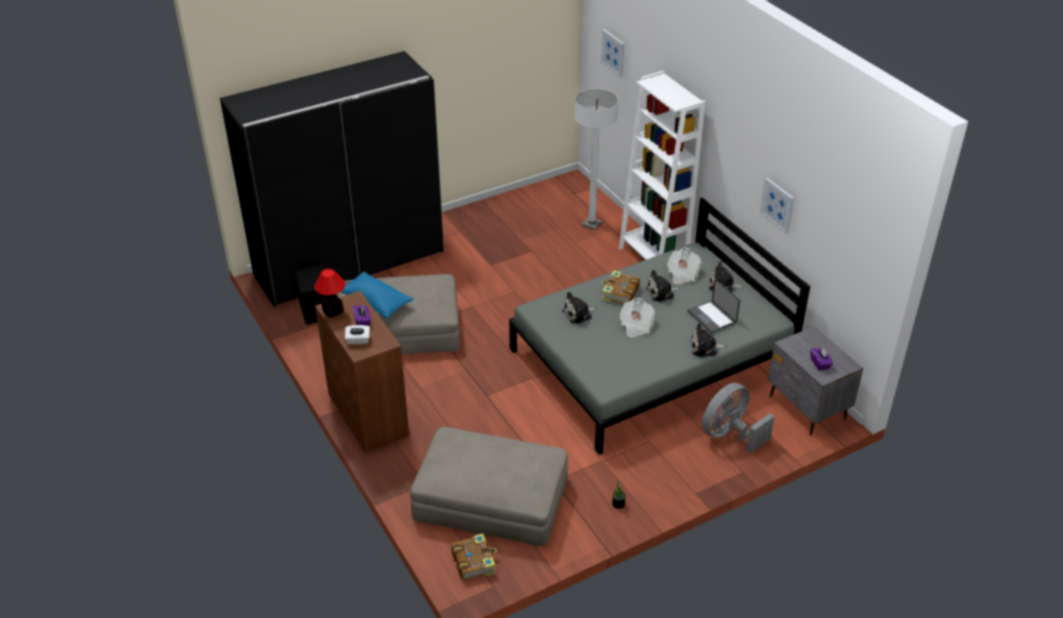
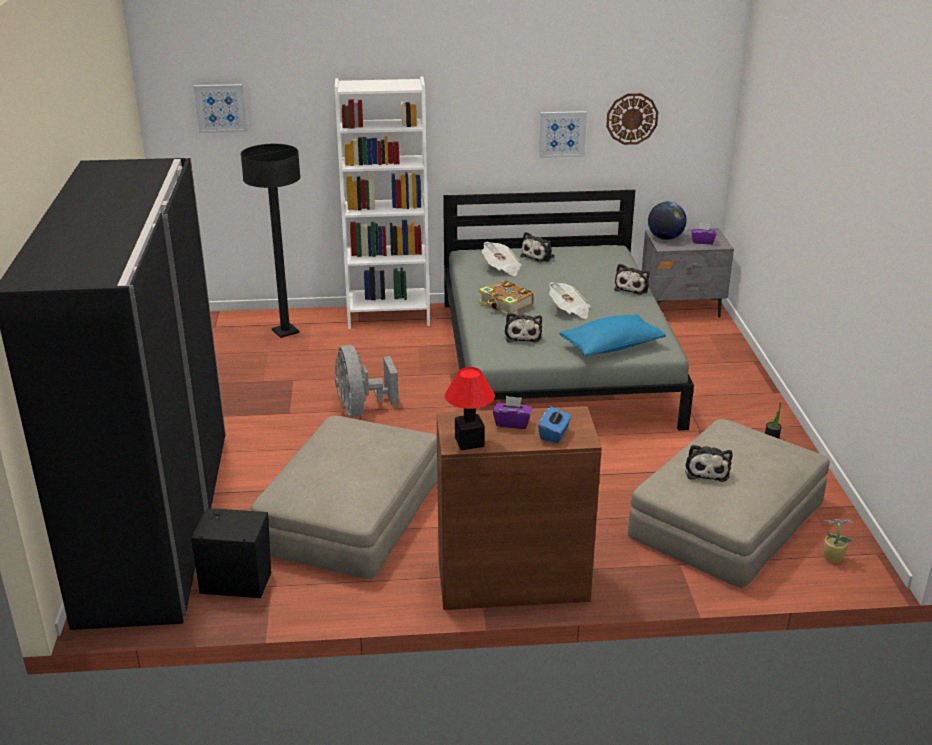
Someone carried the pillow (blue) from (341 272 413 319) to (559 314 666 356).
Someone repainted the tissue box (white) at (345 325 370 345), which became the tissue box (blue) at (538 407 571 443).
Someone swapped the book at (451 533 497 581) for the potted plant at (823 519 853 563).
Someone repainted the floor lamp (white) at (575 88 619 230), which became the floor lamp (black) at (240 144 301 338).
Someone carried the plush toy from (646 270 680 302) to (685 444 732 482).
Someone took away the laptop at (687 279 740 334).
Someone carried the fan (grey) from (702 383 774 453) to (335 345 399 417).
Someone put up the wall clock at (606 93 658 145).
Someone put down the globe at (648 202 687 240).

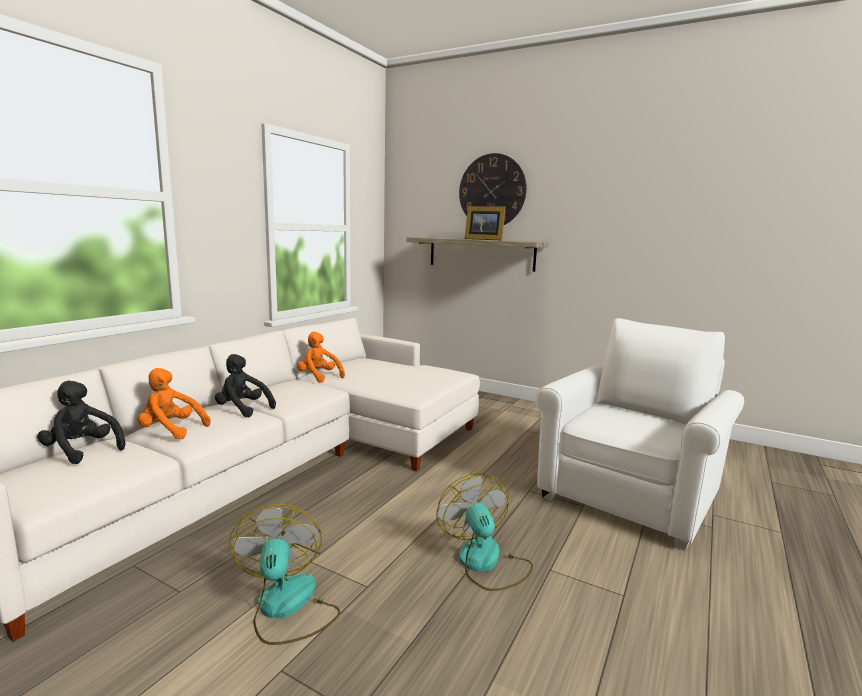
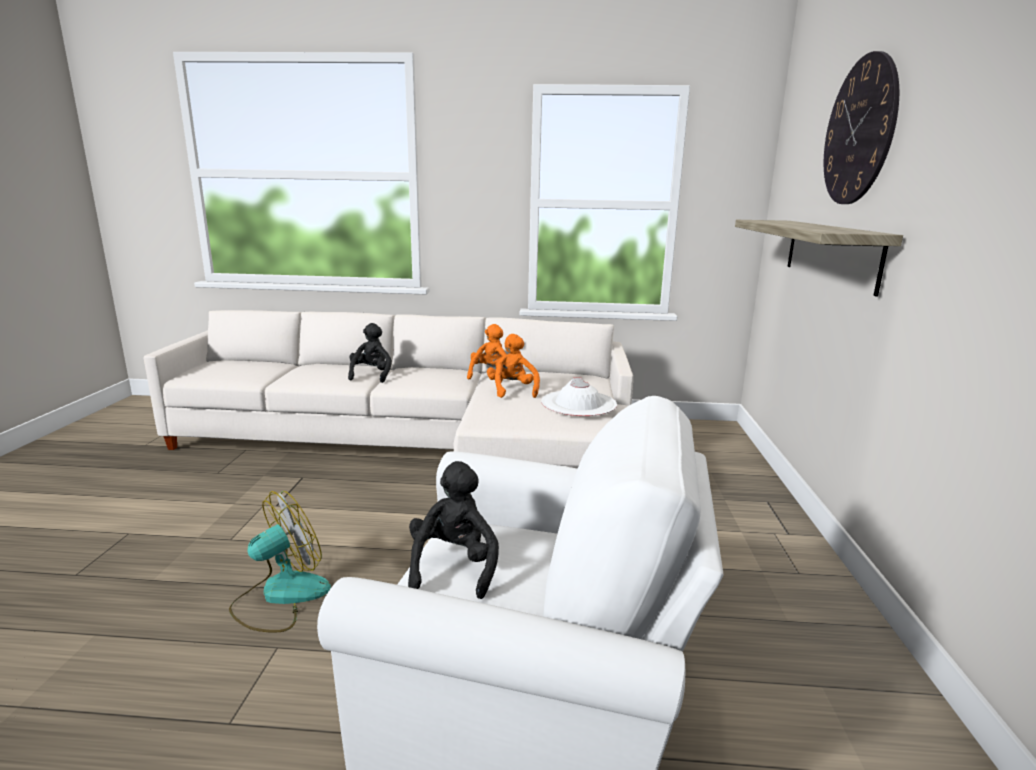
Someone carried the plush toy (black) from (37 381 125 464) to (408 461 499 599).
Someone carried the plush toy (orange) from (138 368 210 439) to (487 334 540 398).
Someone took away the fan at (229 504 340 645).
Someone took away the picture frame at (465 206 506 240).
Someone put down the hat (white) at (541 378 617 416).

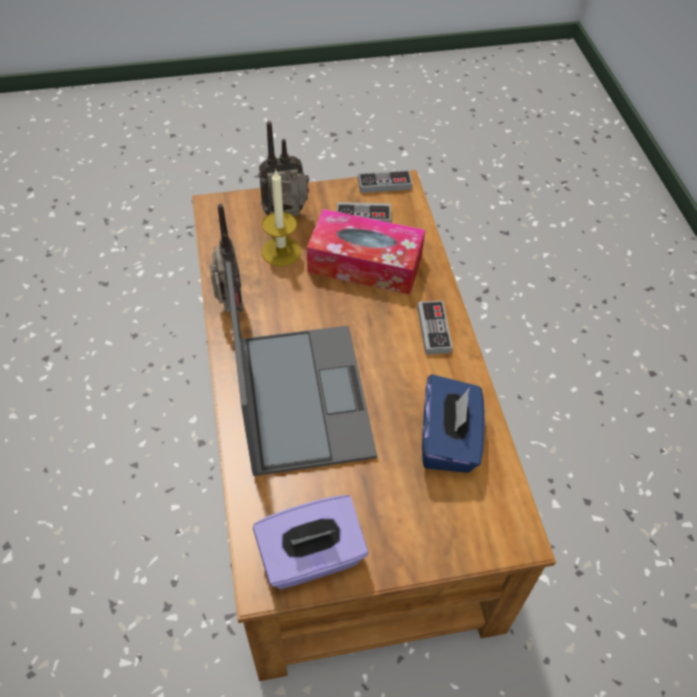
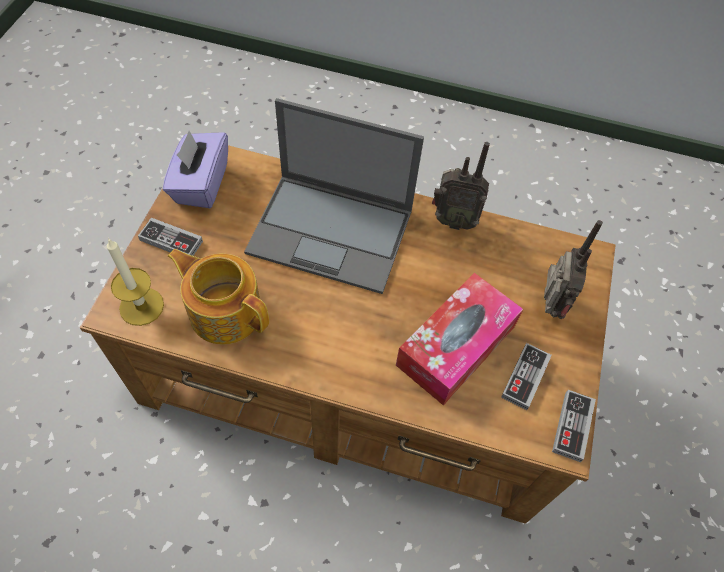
Someone carried the candle from (262 169 301 266) to (107 238 164 326).
Someone carried the game controller from (417 301 453 355) to (138 218 203 256).
Someone swapped the tissue box (blue) at (422 374 485 473) for the teapot at (167 249 269 345).

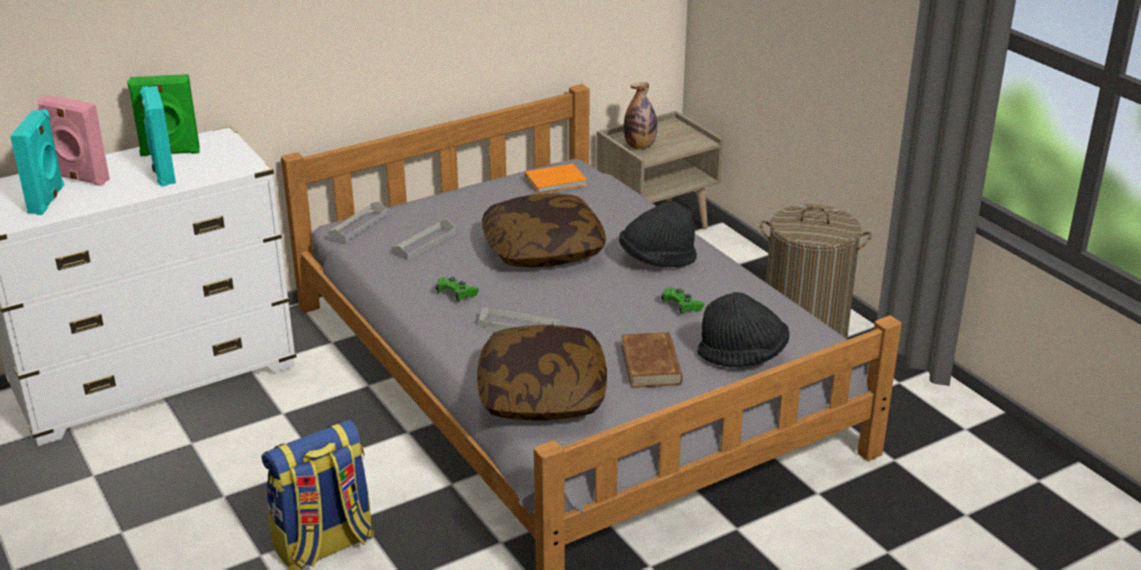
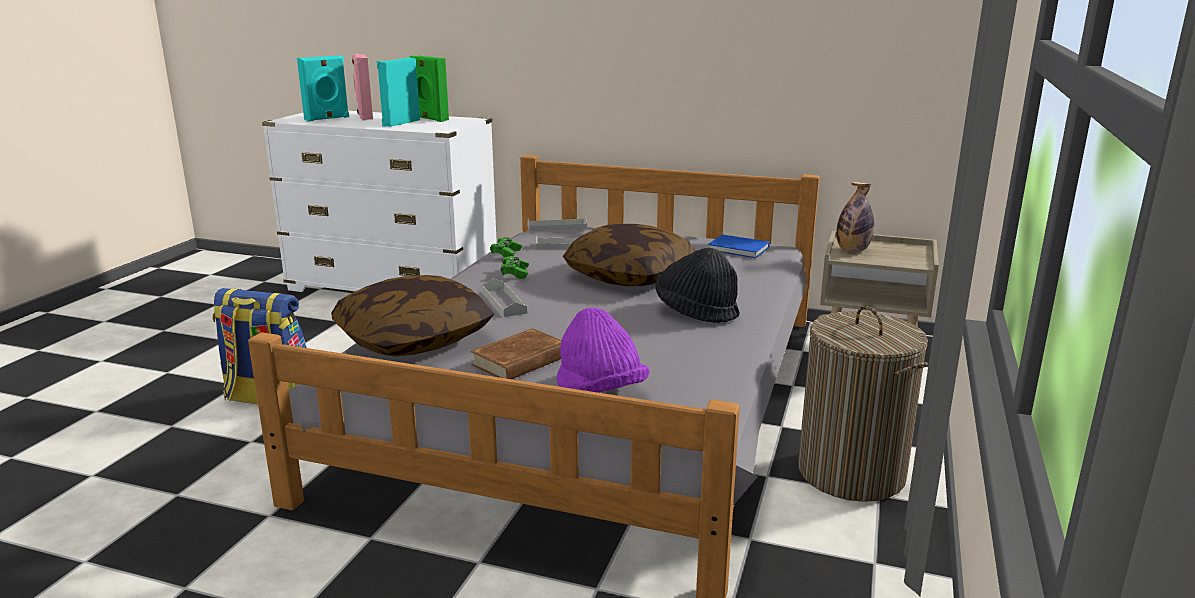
Someone repainted the book (orange) at (525 164 587 194), which became the book (blue) at (708 234 770 258).
Someone carried the game controller (green) from (661 288 704 314) to (490 237 522 257).
Someone repainted the hat (black) at (698 292 789 367), which became the hat (purple) at (557 307 650 393).

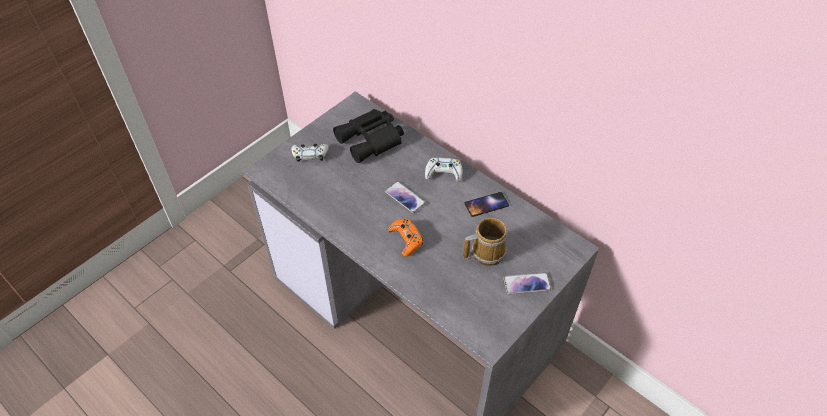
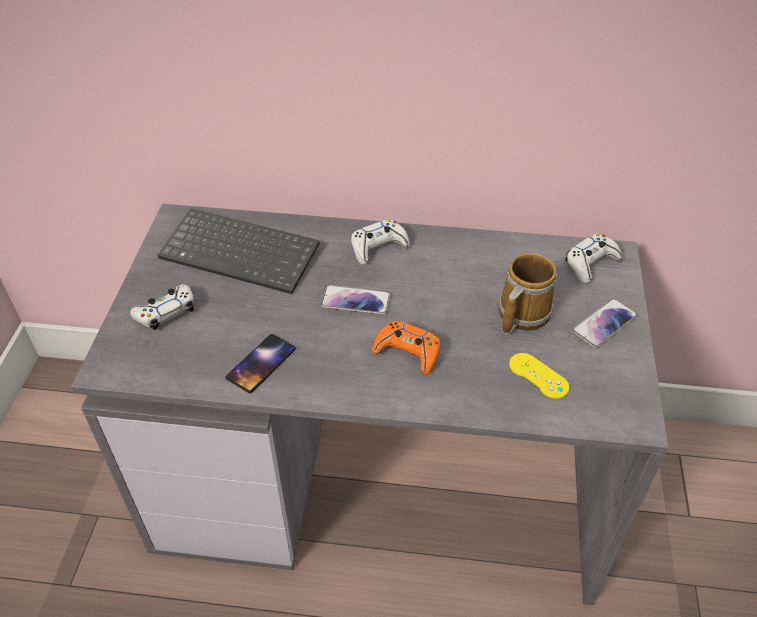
Someone swapped the binoculars (black) at (333 109 404 163) for the keyboard at (157 208 320 294).
Someone carried the phone from (464 192 509 217) to (226 334 296 393).
Someone put down the game controller (yellow) at (509 353 569 399).
Someone put down the game controller (white) at (565 234 622 283).

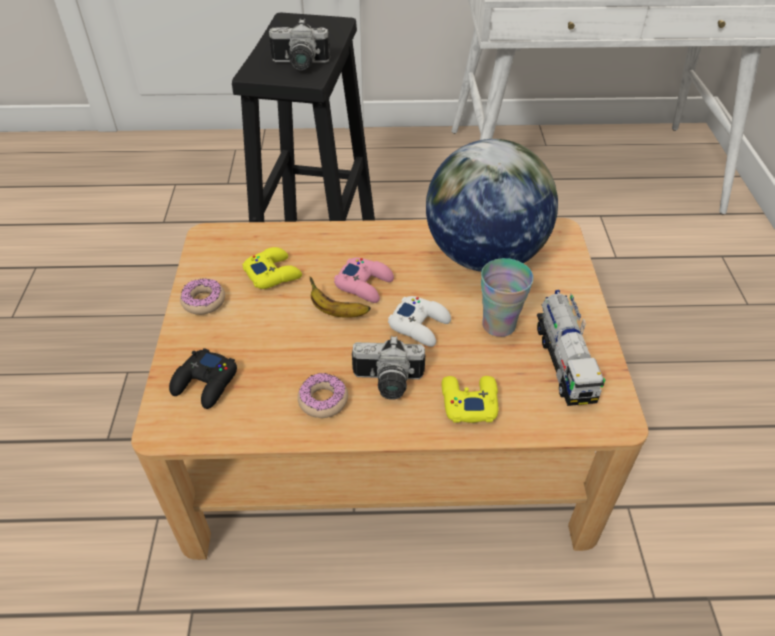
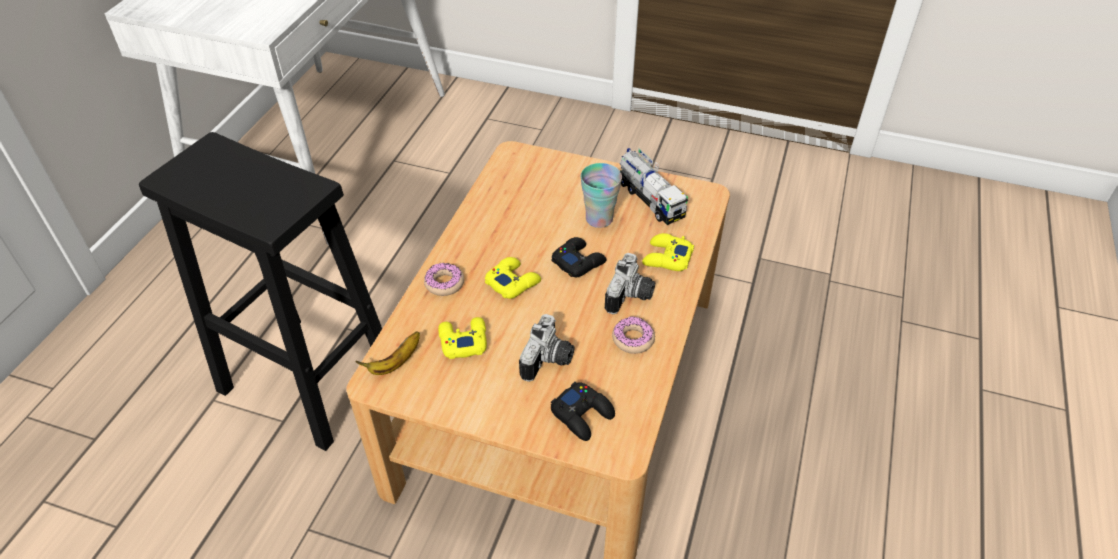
Someone carried the donut from (180 278 225 315) to (424 263 464 296).
Someone carried the photo camera from (269 19 330 70) to (519 314 574 382).
Someone carried the banana from (310 277 371 318) to (355 331 420 375).
Someone repainted the game controller (pink) at (334 258 394 303), which became the game controller (yellow) at (485 257 541 299).
Someone repainted the game controller (white) at (388 296 451 347), which became the game controller (black) at (552 237 606 277).
Someone took away the globe at (426 139 558 272).
Someone rotated the toy truck at (537 290 605 406) by 45 degrees clockwise.

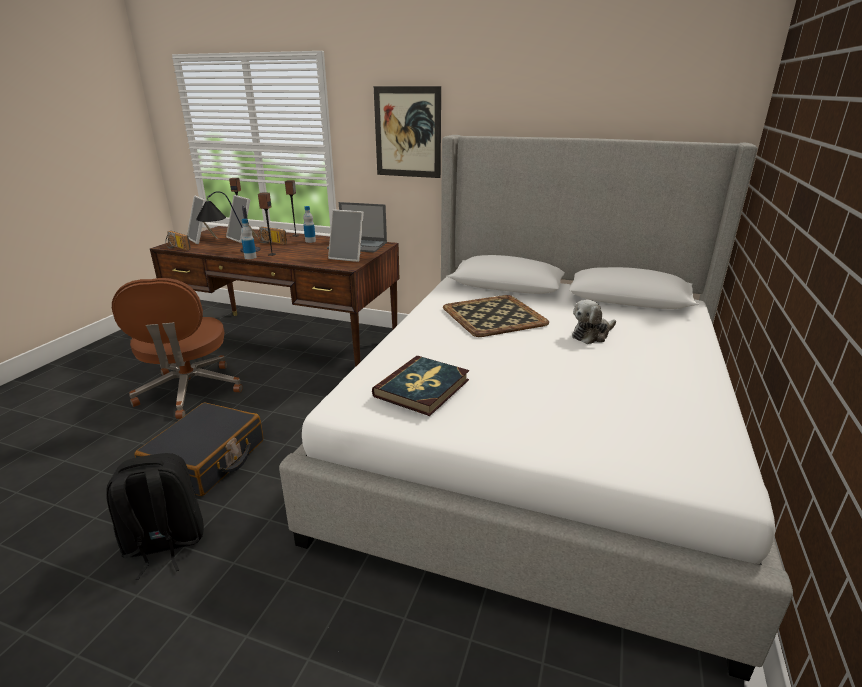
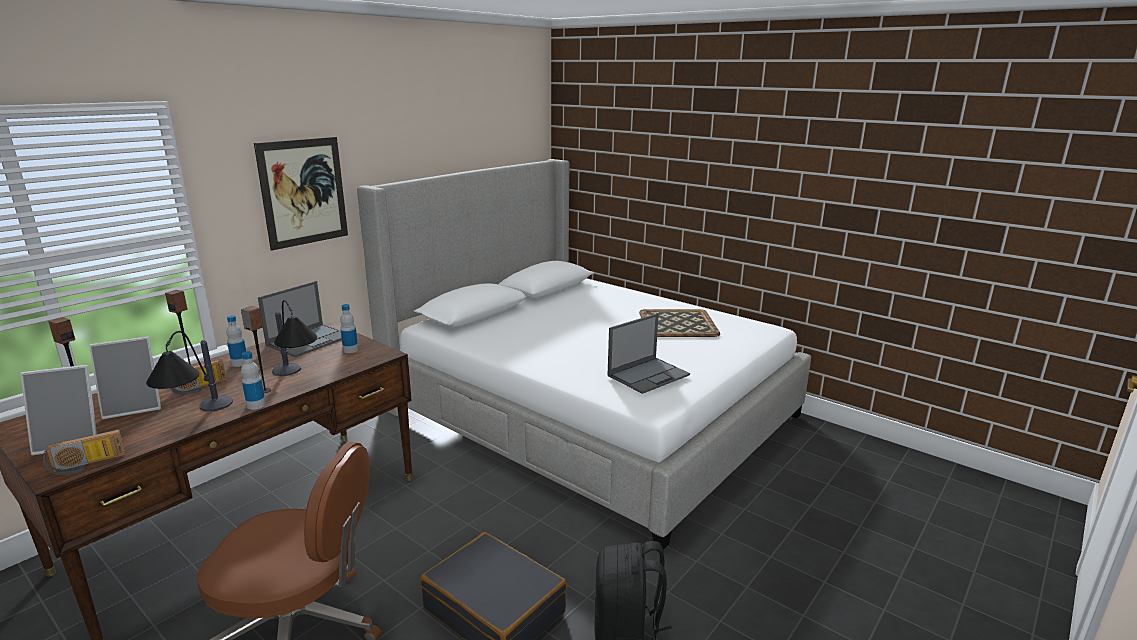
Someone swapped the picture frame at (328 209 364 262) for the bottle at (340 304 358 353).
Someone swapped the book at (372 356 469 416) for the laptop at (607 313 690 394).
Someone carried the tray from (443 295 549 337) to (639 309 720 337).
Someone took away the plush toy at (572 300 616 344).
Someone put down the table lamp at (272 300 317 376).

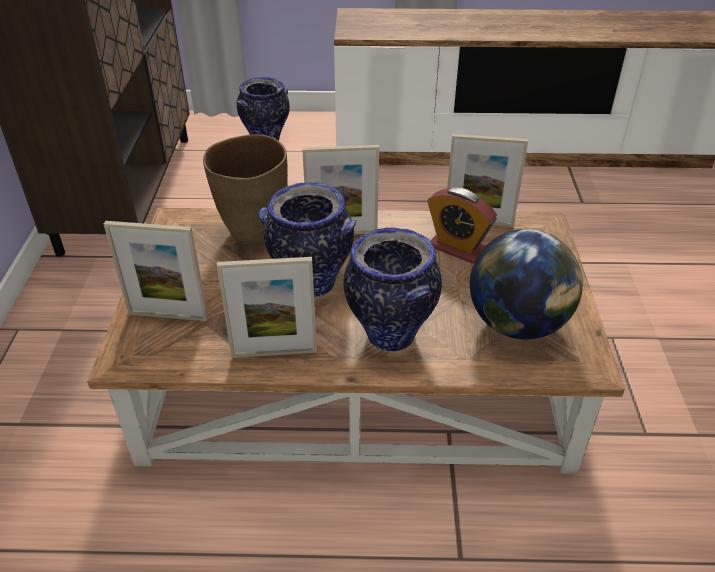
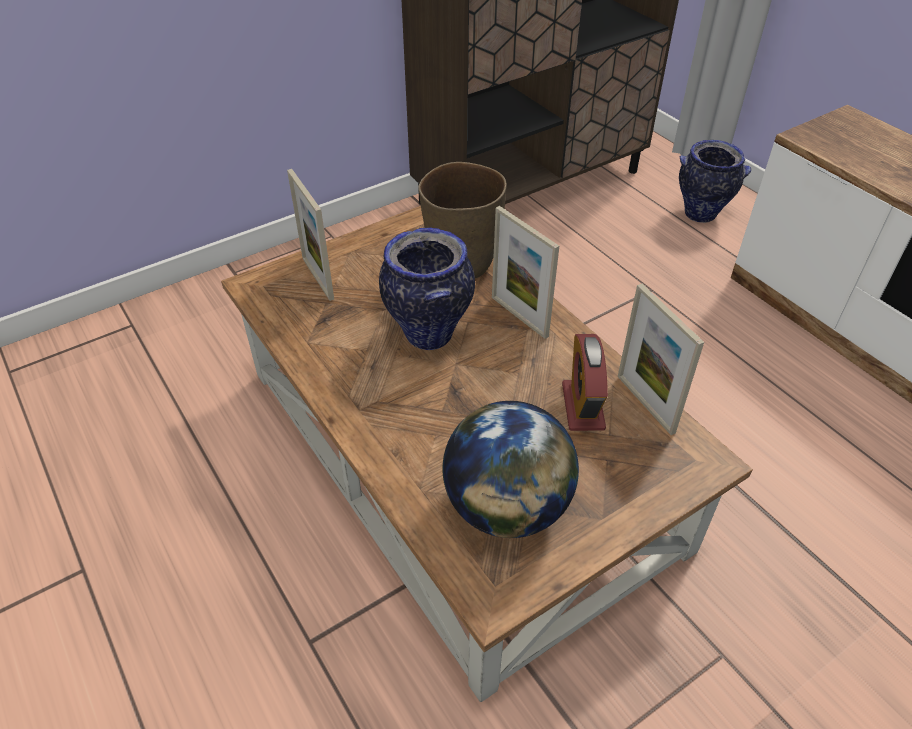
Someone took away the picture frame at (217 257 317 358).
Someone took away the vase at (344 227 442 351).

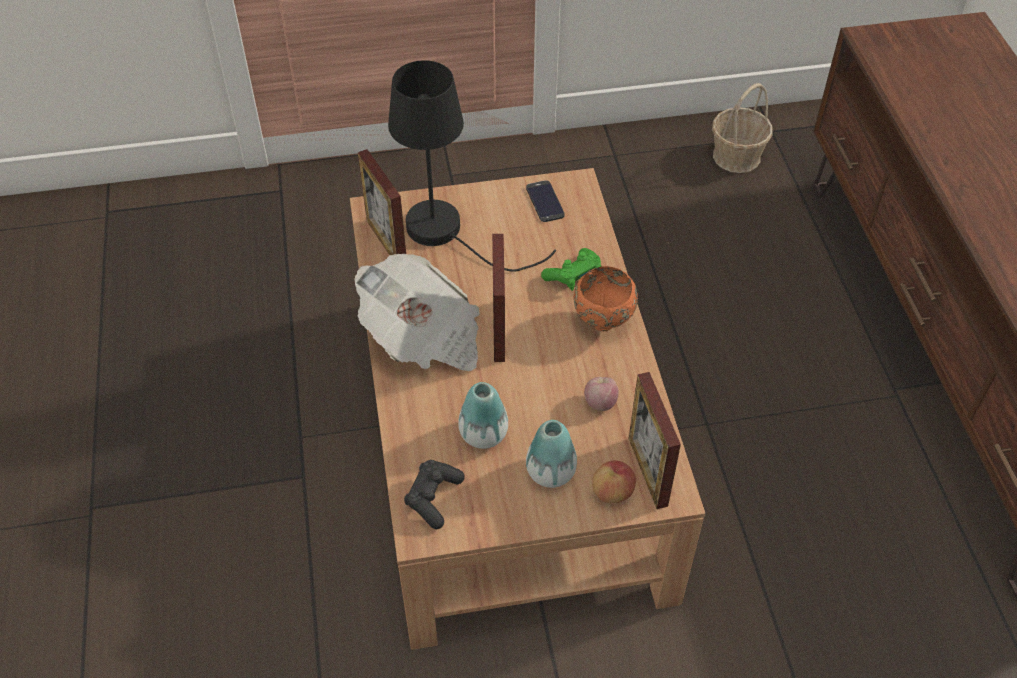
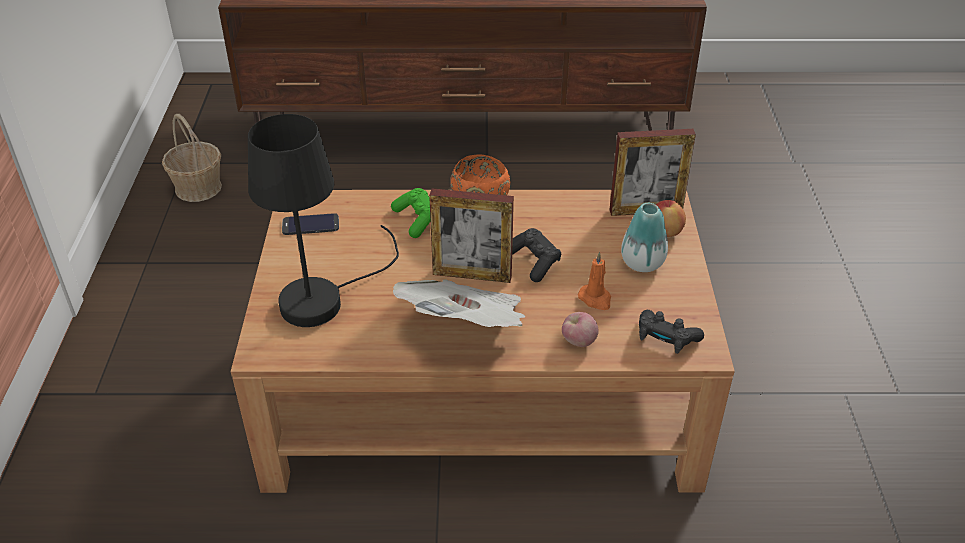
Someone took away the picture frame at (358 149 406 255).
Someone swapped the vase at (458 382 508 449) for the candle (orange) at (578 252 611 310).
Someone carried the apple from (584 377 619 411) to (562 312 599 347).
Someone put down the game controller (black) at (512 228 561 282).

